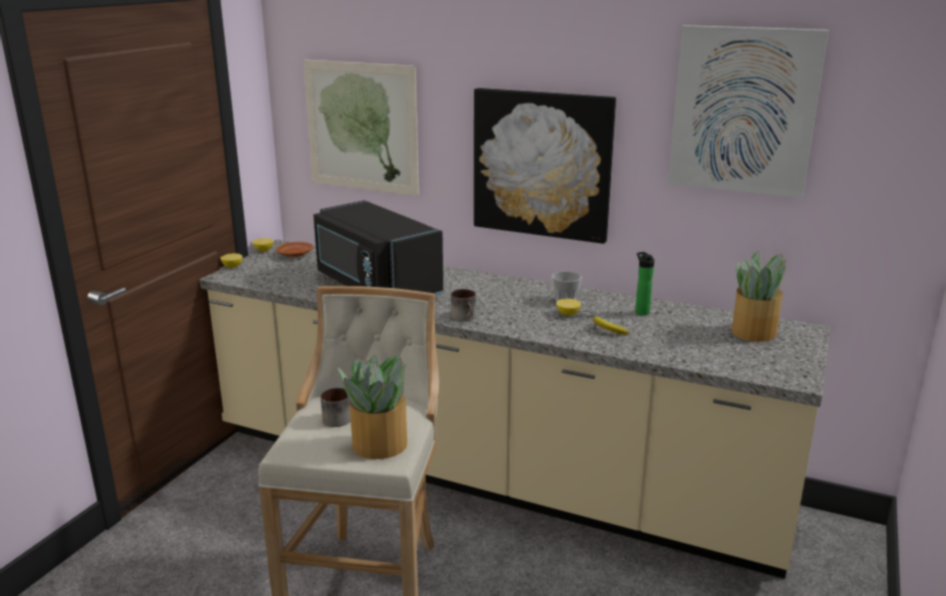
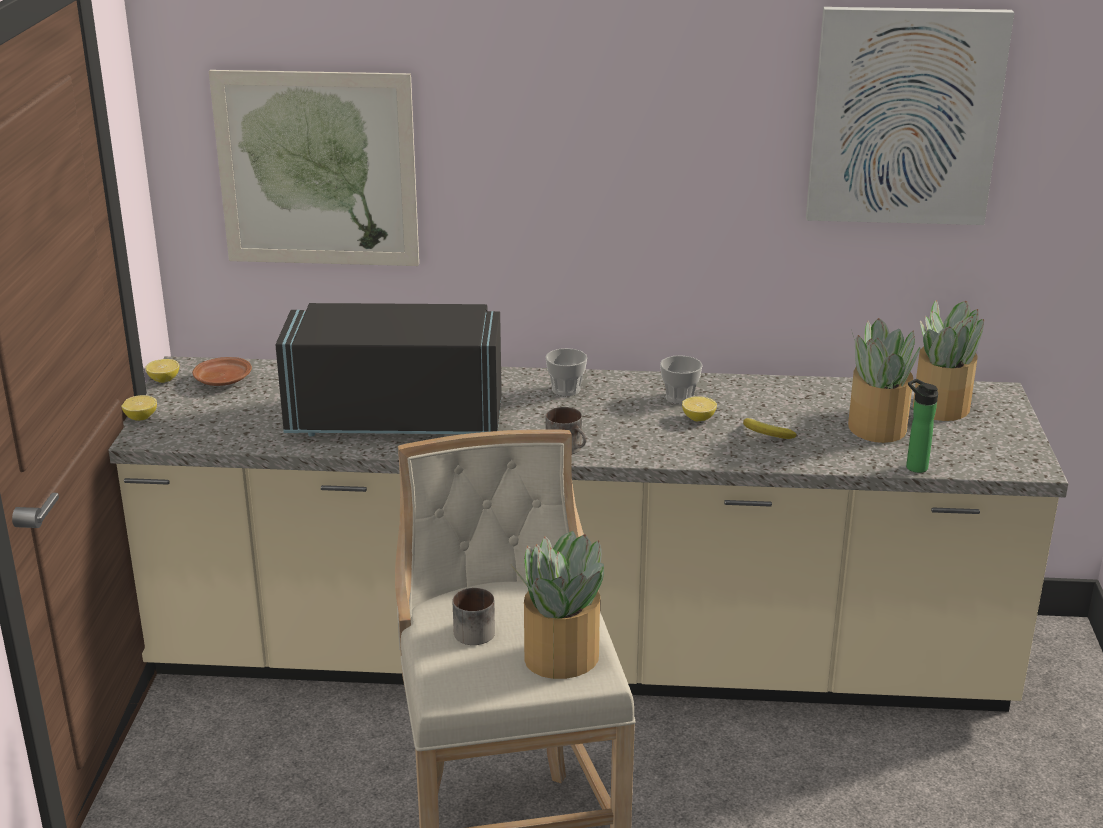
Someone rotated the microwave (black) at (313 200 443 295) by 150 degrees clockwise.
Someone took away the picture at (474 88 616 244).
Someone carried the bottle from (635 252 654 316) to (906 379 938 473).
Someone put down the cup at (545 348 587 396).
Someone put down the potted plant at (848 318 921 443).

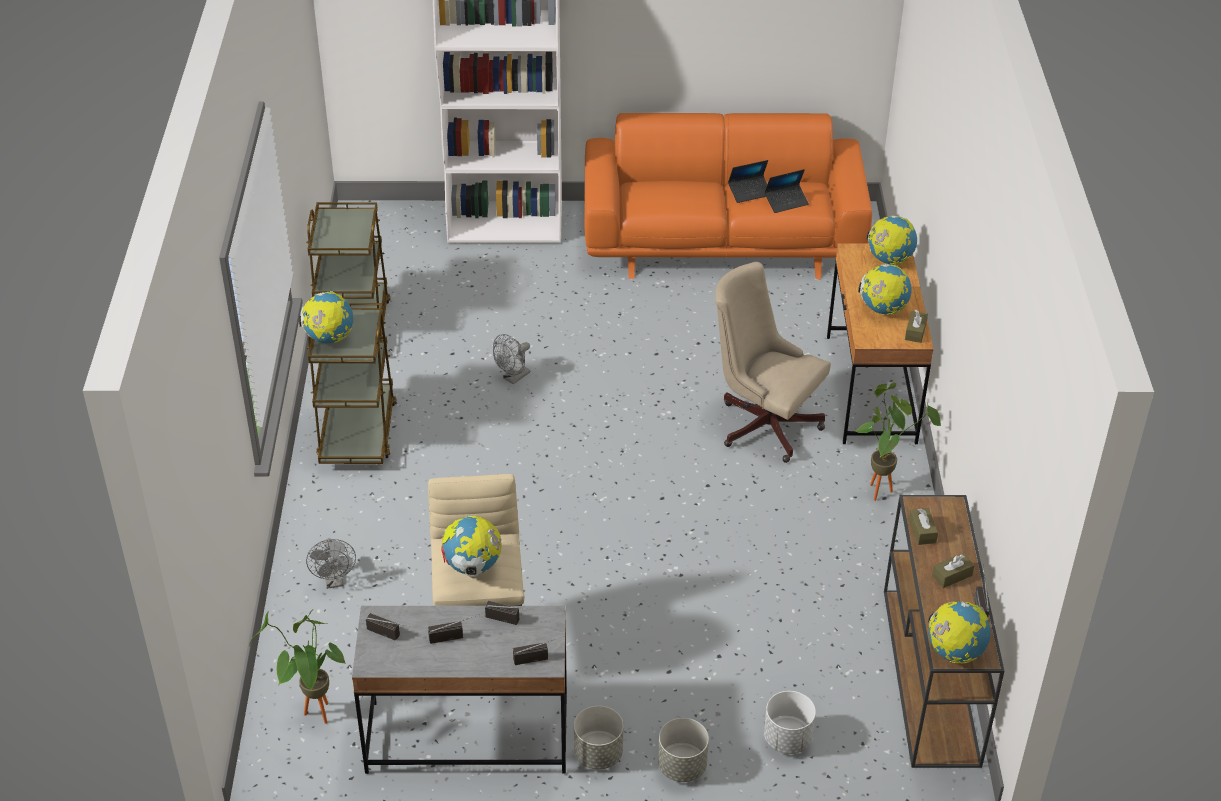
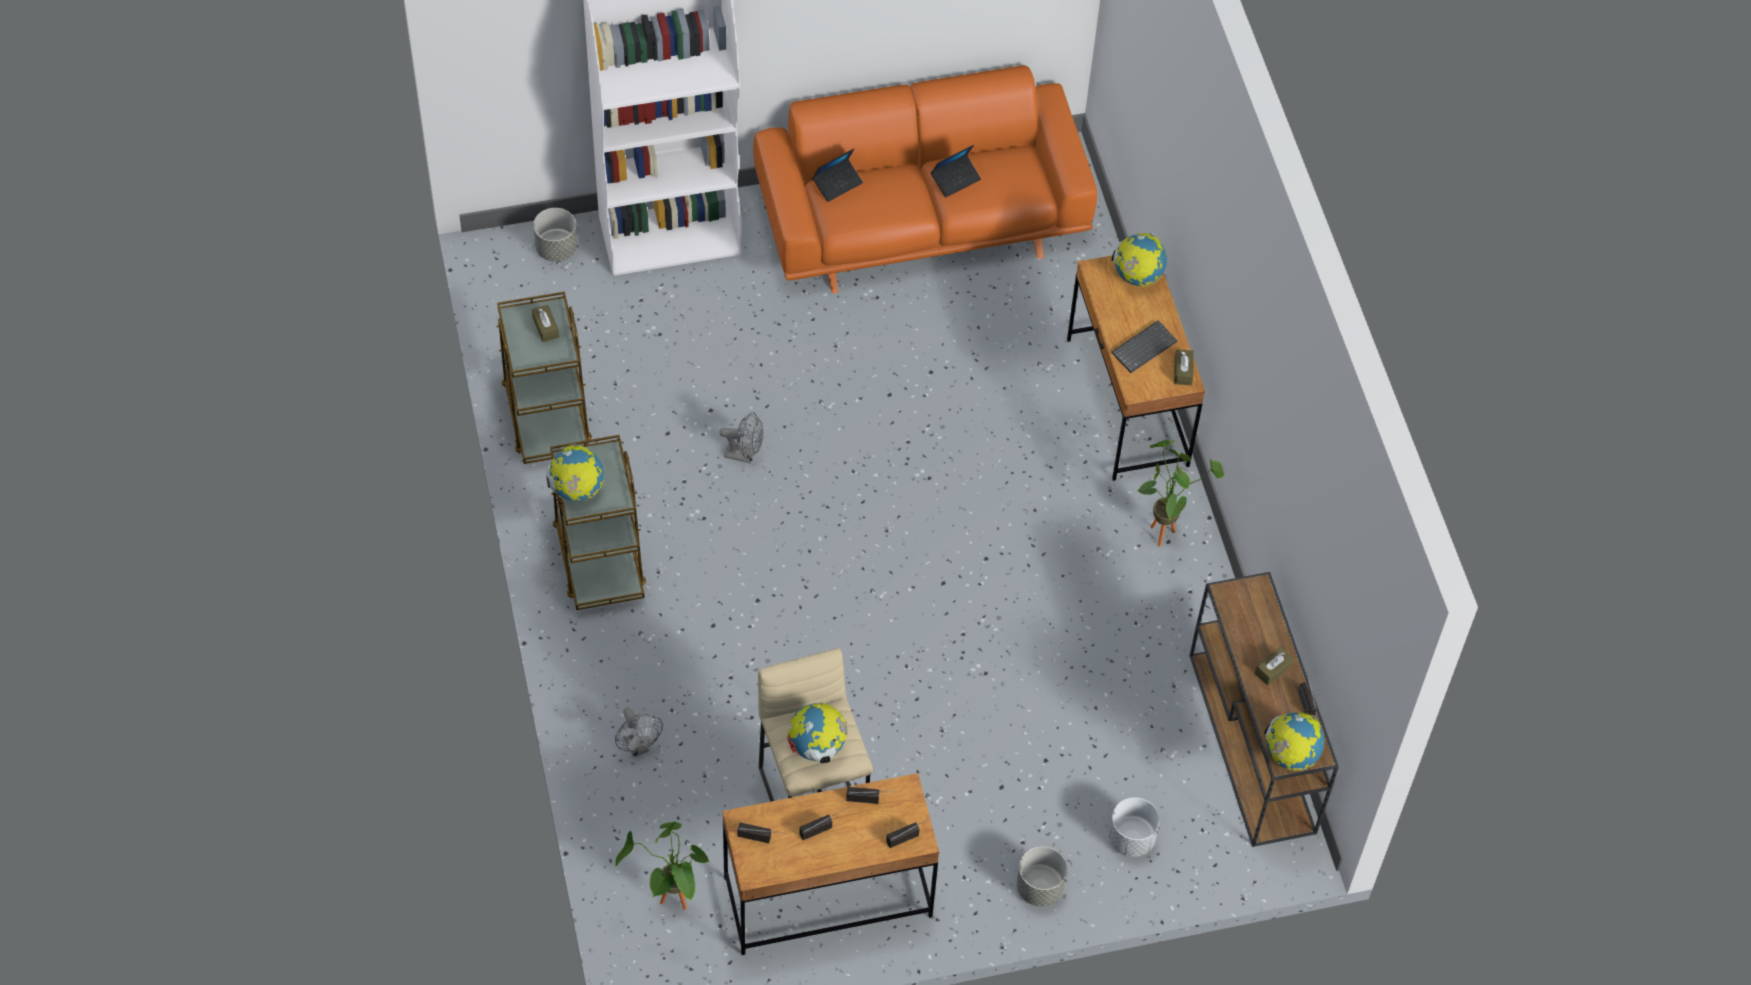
Someone repainted the desk (grey) at (352 606 567 774), which became the desk (brown) at (722 773 939 955).
Someone rotated the fan (grey) at (493 334 530 385) by 105 degrees counterclockwise.
Someone carried the planter (grey) from (574 706 623 770) to (533 208 577 262).
Someone took away the office chair (beige) at (715 262 831 463).
Someone carried the laptop from (764 169 809 213) to (812 149 863 202).
Someone swapped the globe at (858 264 912 315) for the keyboard at (1111 320 1177 373).
Someone carried the tissue box (brown) from (909 508 938 545) to (532 305 559 342).

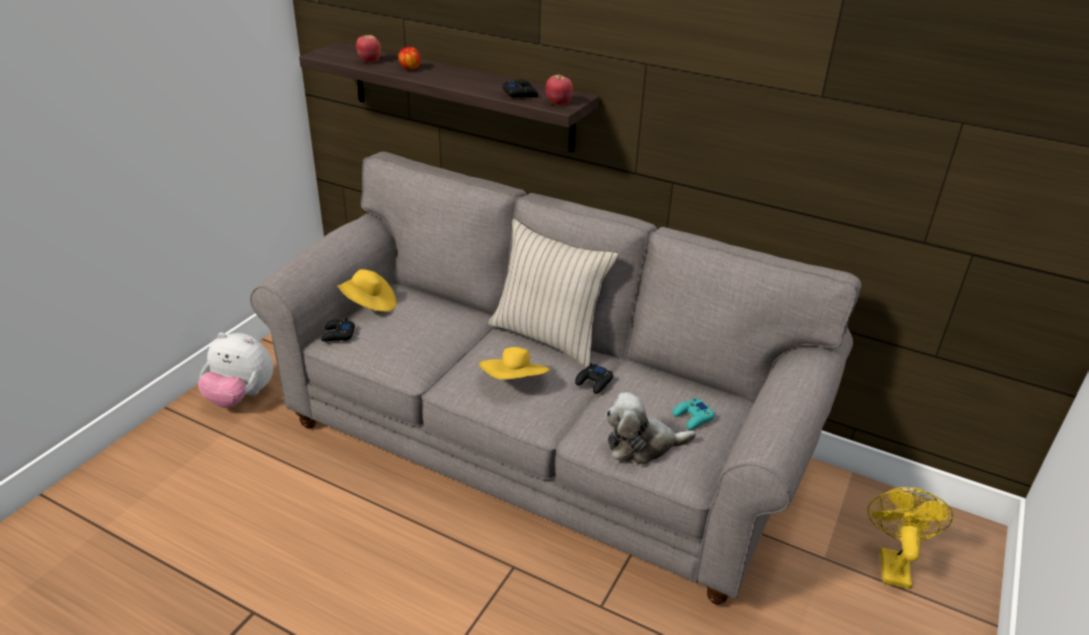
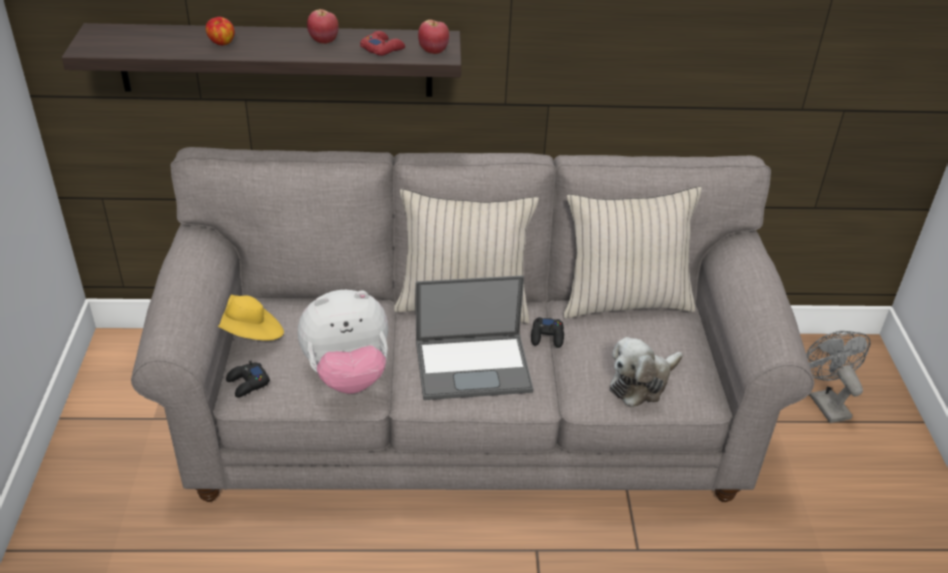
Someone carried the plush toy from (198 332 273 408) to (298 290 388 394).
Someone carried the apple from (356 35 381 62) to (307 9 339 44).
Someone swapped the hat (yellow) at (479 347 550 380) for the laptop at (416 275 533 400).
Someone repainted the game controller (black) at (502 79 539 97), which became the game controller (red) at (360 31 405 56).
Someone took away the game controller (turquoise) at (673 397 715 430).
Someone repainted the fan (yellow) at (867 487 953 589), which became the fan (grey) at (806 331 871 423).
Someone put down the pillow (beige) at (564 187 702 318).

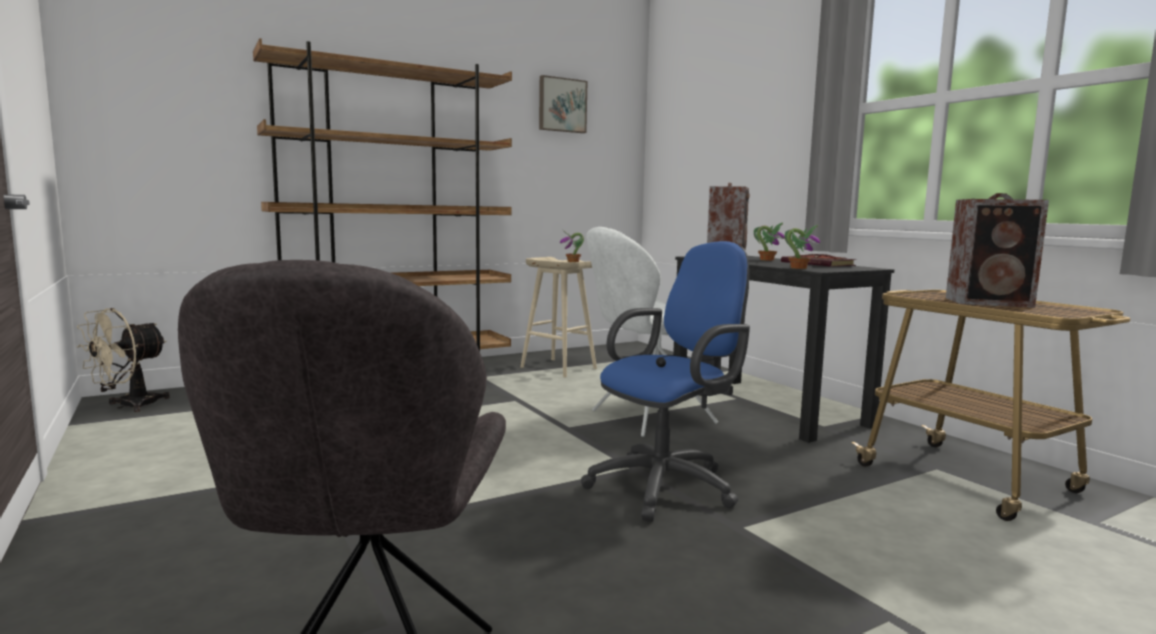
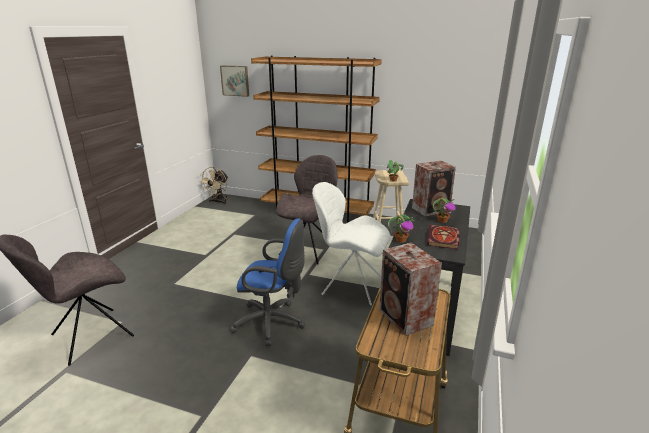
Someone rotated the fan (beige) at (77 308 170 412) by 60 degrees counterclockwise.
Someone carried the picture from (539 75 588 133) to (220 65 249 97).
Someone put down the chair (grey) at (276 155 337 264).

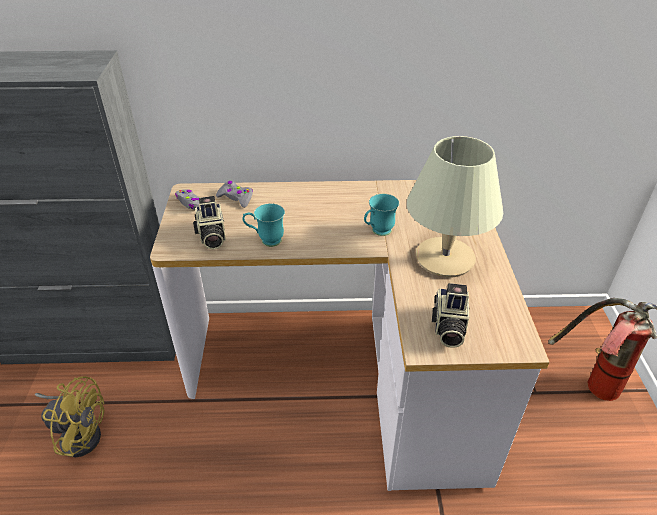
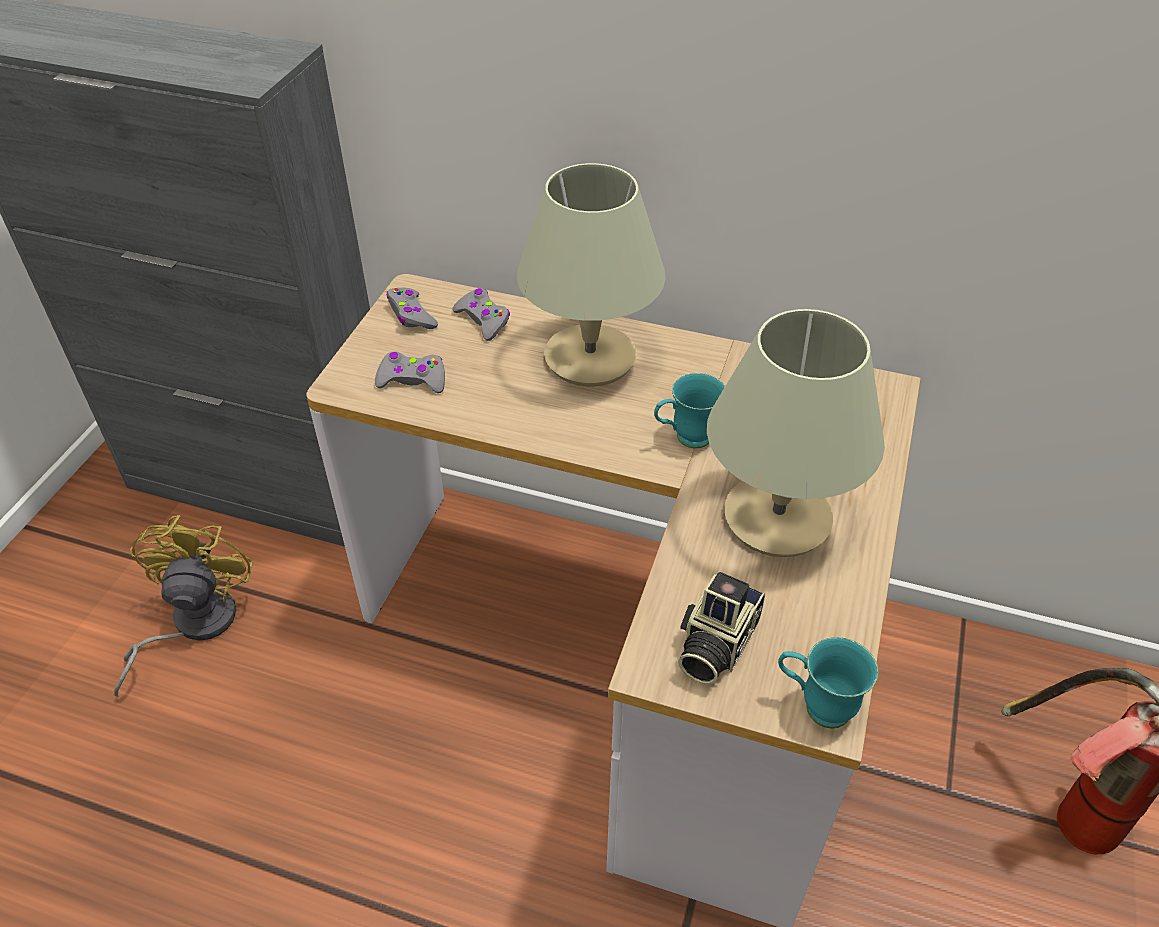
Someone rotated the fan (yellow) at (35 376 105 457) by 120 degrees counterclockwise.
Someone swapped the photo camera at (193 196 226 250) for the game controller (grey) at (375 352 445 393).
Someone carried the mug (turquoise) from (242 203 285 247) to (778 637 878 728).
Someone put down the table lamp (beige) at (517 163 666 386).

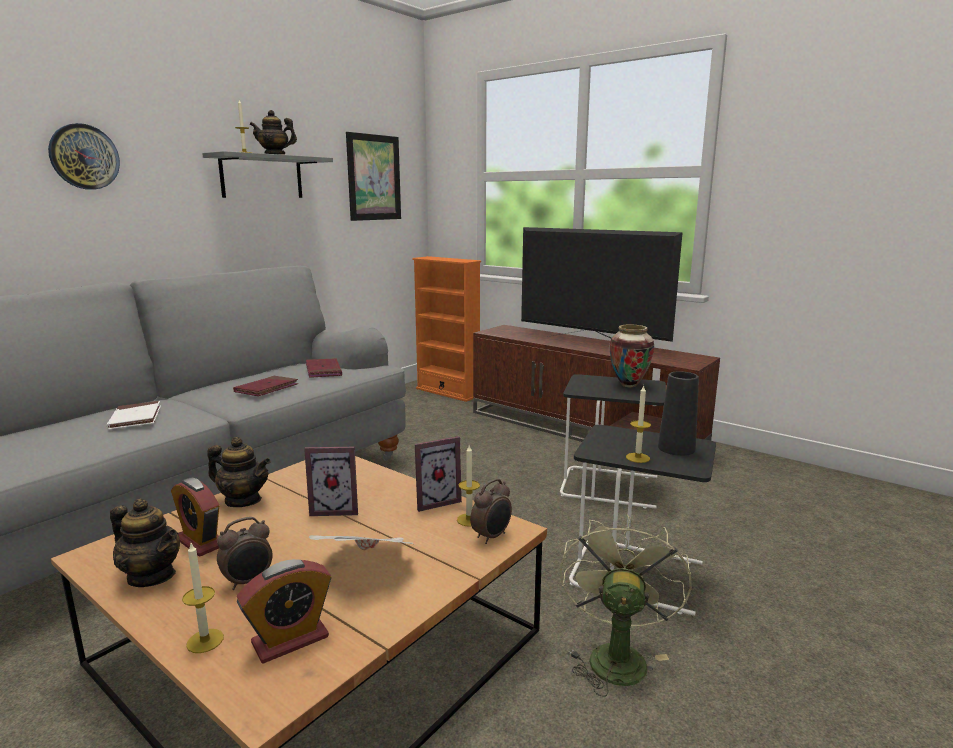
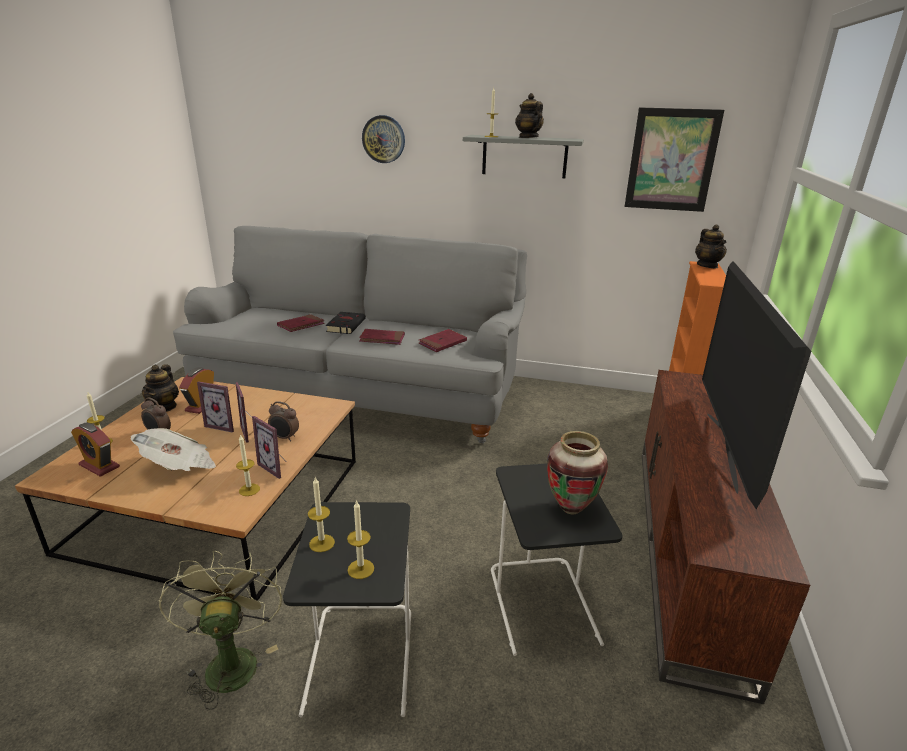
Someone repainted the book (white) at (107 401 161 430), which became the book (red) at (277 314 325 332).
Someone carried the teapot from (208 437 271 507) to (695 225 727 268).
Someone carried the alarm clock from (470 478 512 544) to (268 401 299 441).
Someone rotated the fan (green) at (560 514 692 697) by 90 degrees counterclockwise.
Someone swapped the vase (black) at (658 371 699 456) for the candle at (347 500 374 579).
Someone put down the picture frame at (197 381 234 433).
Someone put down the book (black) at (326 312 365 334).

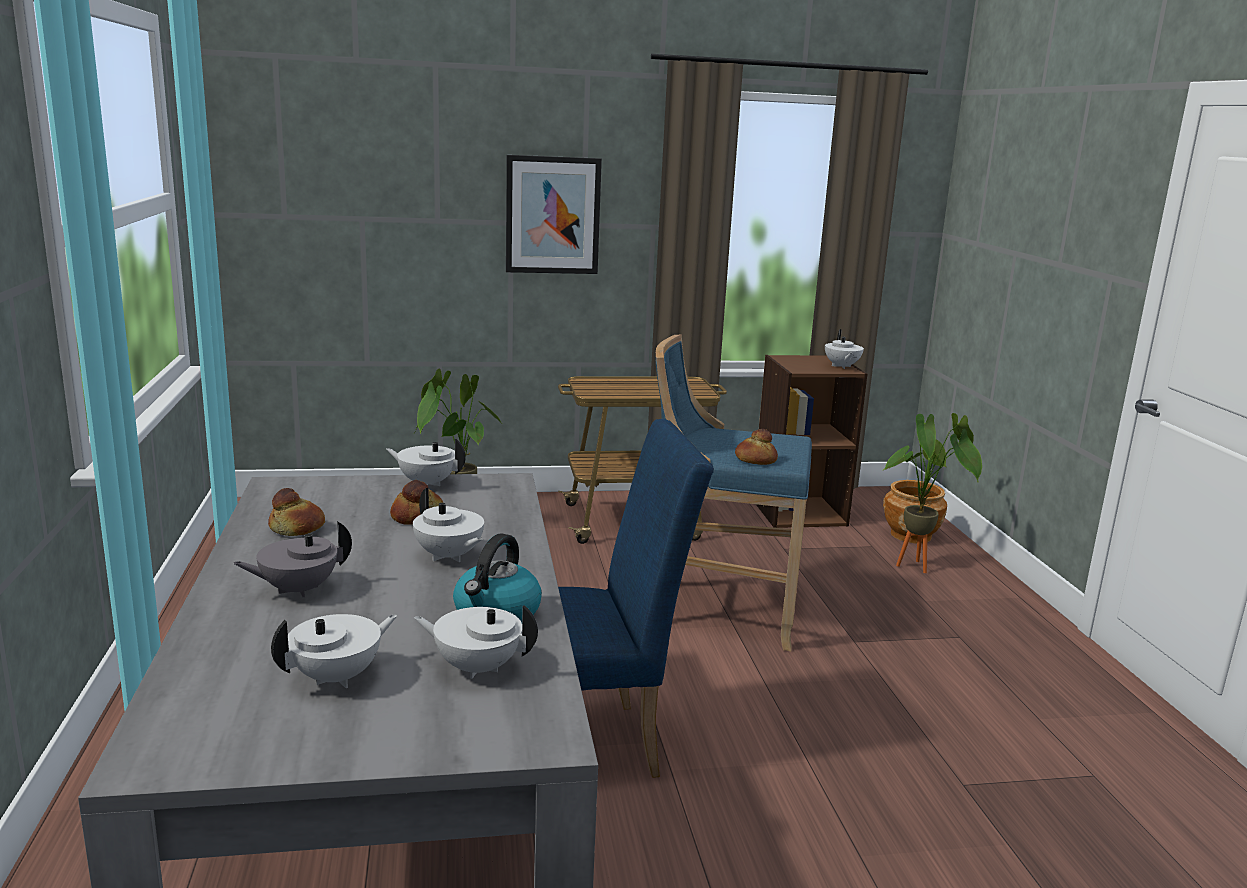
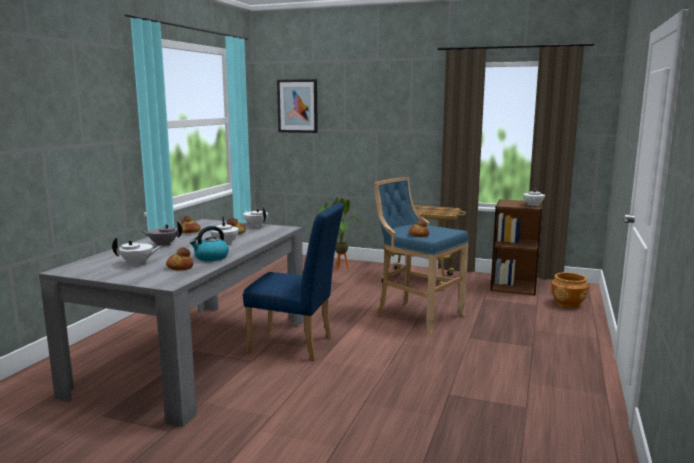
Someone swapped the teapot (white) at (414 605 538 679) for the bread at (166 247 193 270).
Someone carried the picture from (506 155 602 274) to (277 79 318 133).
Someone took away the potted plant at (883 413 982 573).

